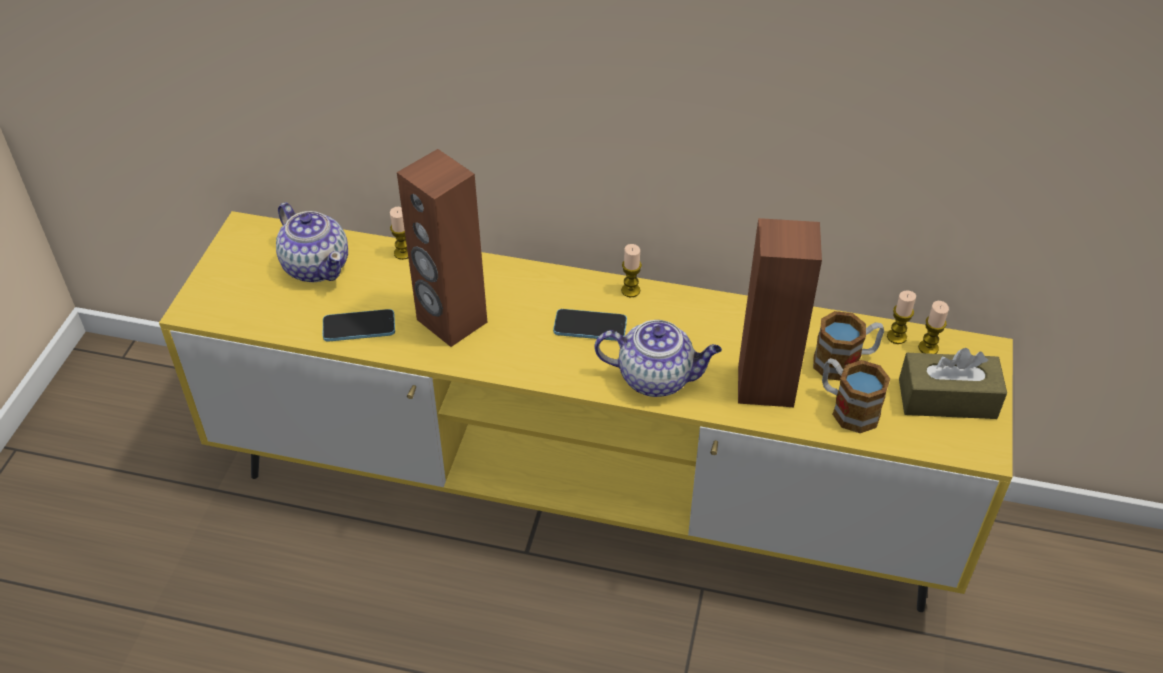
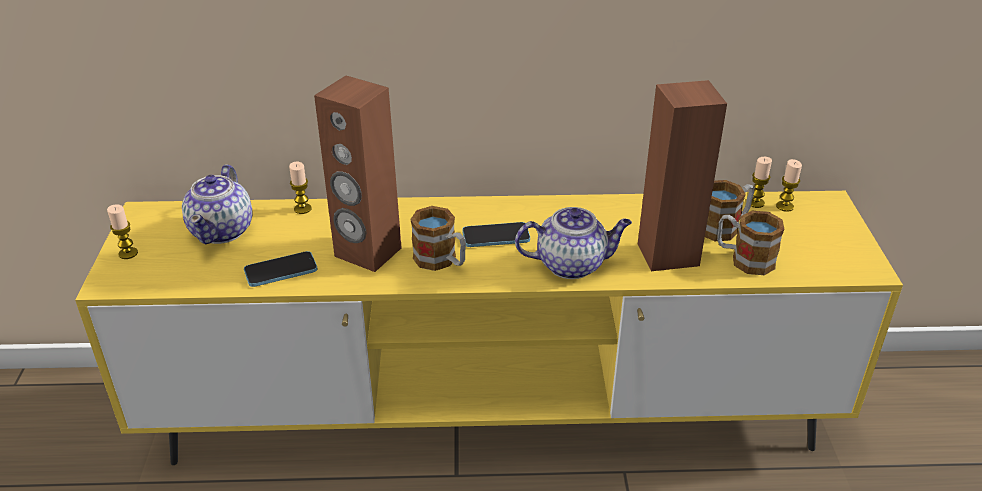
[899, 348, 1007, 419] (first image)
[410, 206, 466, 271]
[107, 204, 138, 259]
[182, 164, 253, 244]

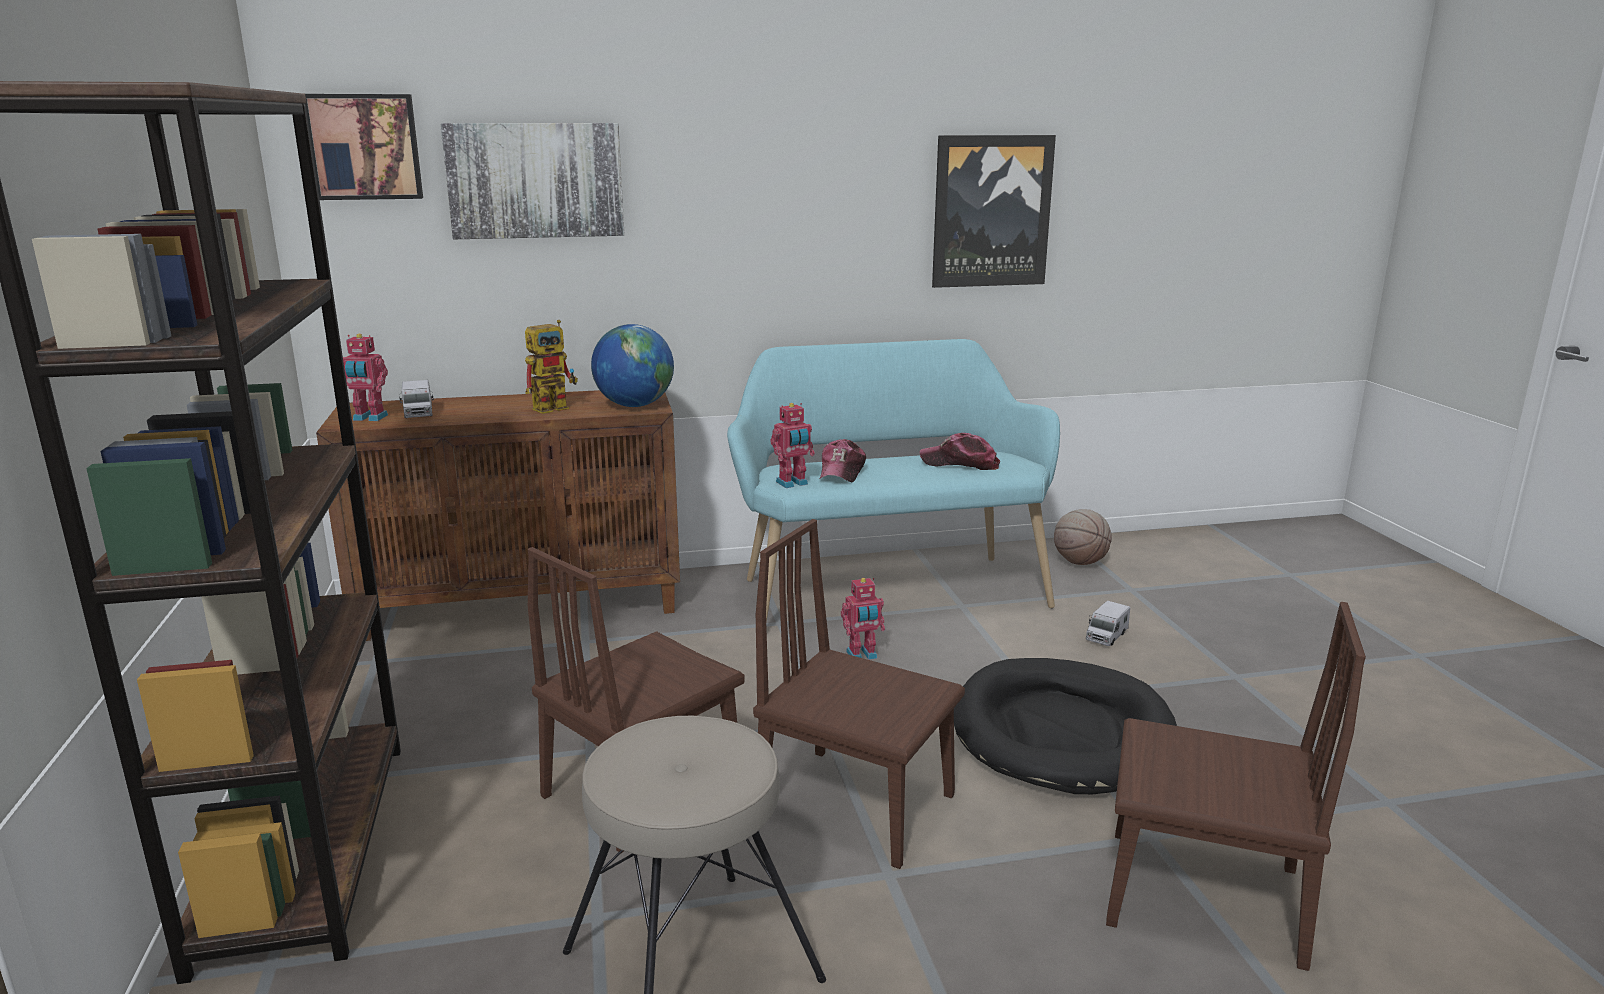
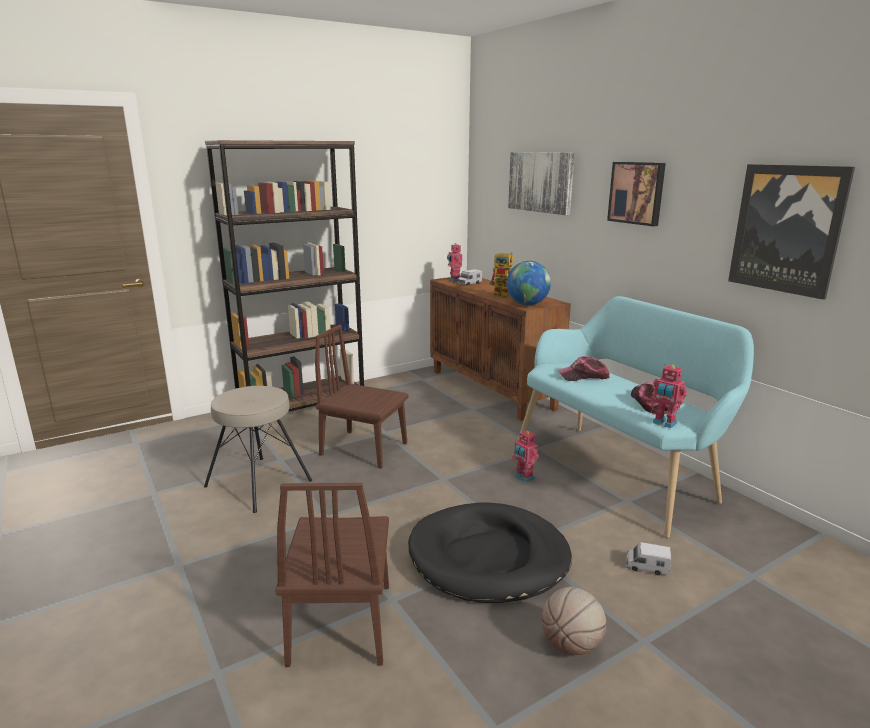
[753, 519, 965, 869] (first image)
[607, 162, 666, 226]
[650, 364, 687, 428]
[542, 587, 606, 655]

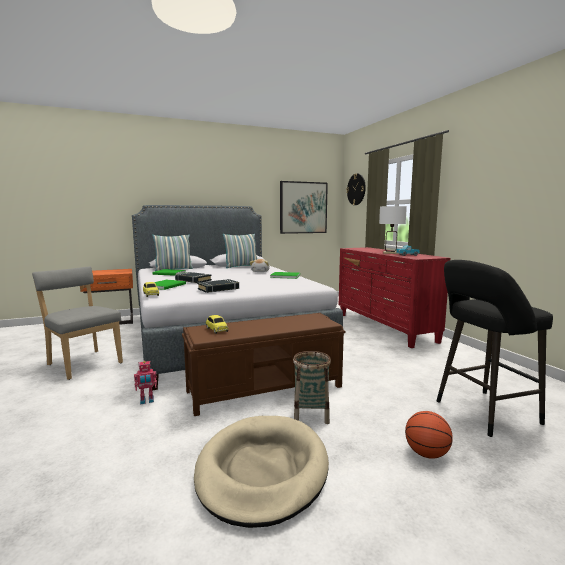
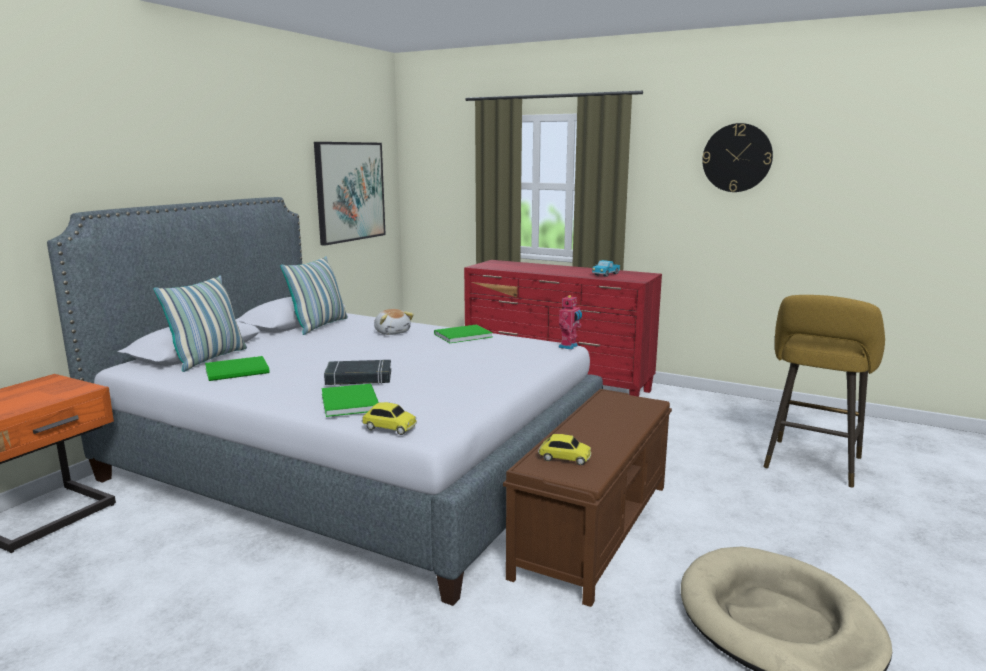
[32, 267, 123, 380] (first image)
[197, 279, 239, 293] (first image)
[293, 351, 331, 424] (first image)
[379, 206, 407, 254] (first image)
[405, 411, 453, 459] (first image)
[558, 295, 582, 350]
[702, 123, 773, 192]
[763, 295, 885, 487]

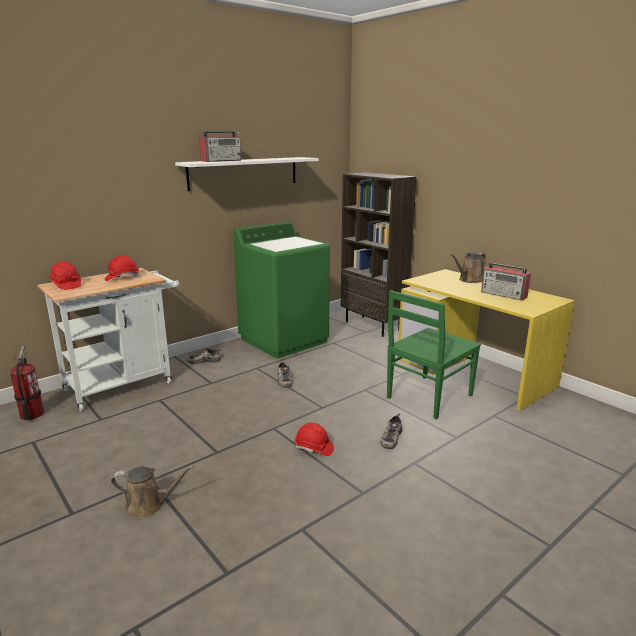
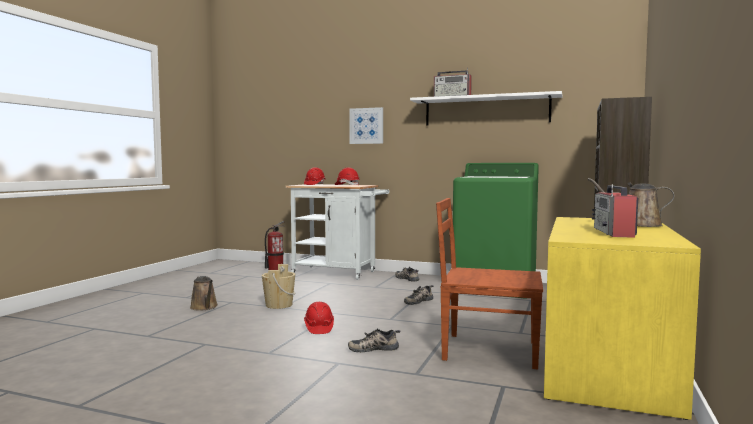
[262, 264, 295, 309]
[349, 107, 383, 144]
[436, 198, 543, 370]

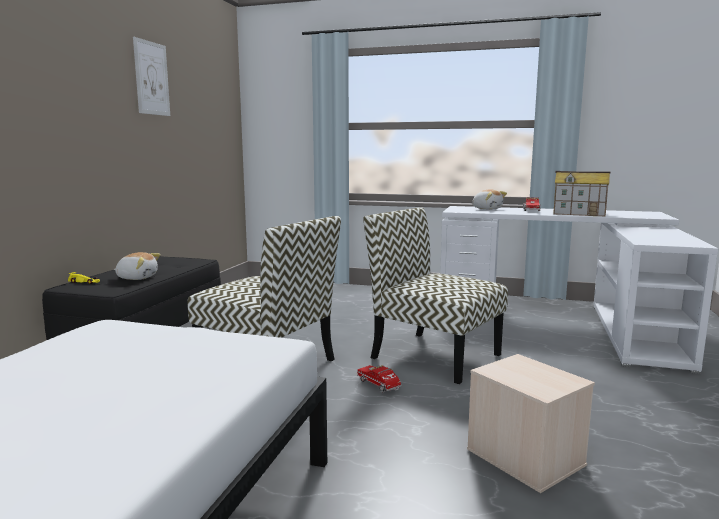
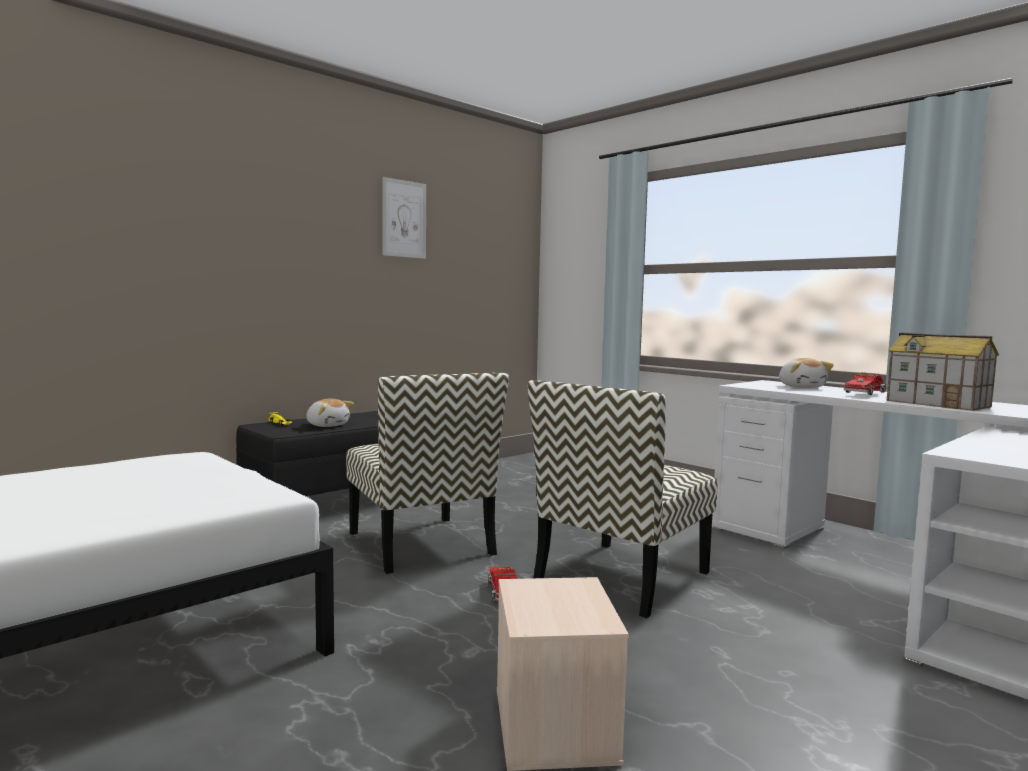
[527, 380, 717, 618]

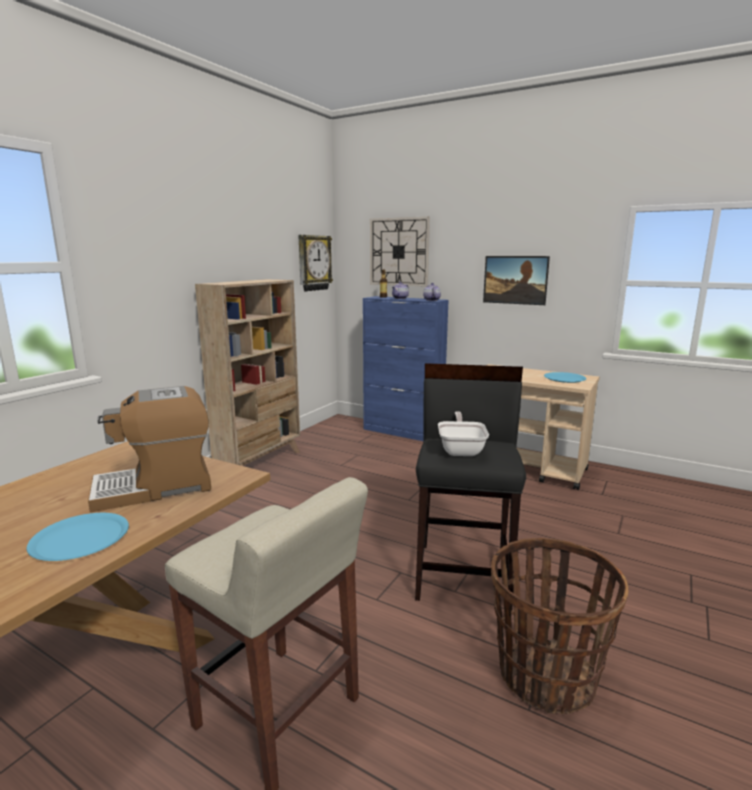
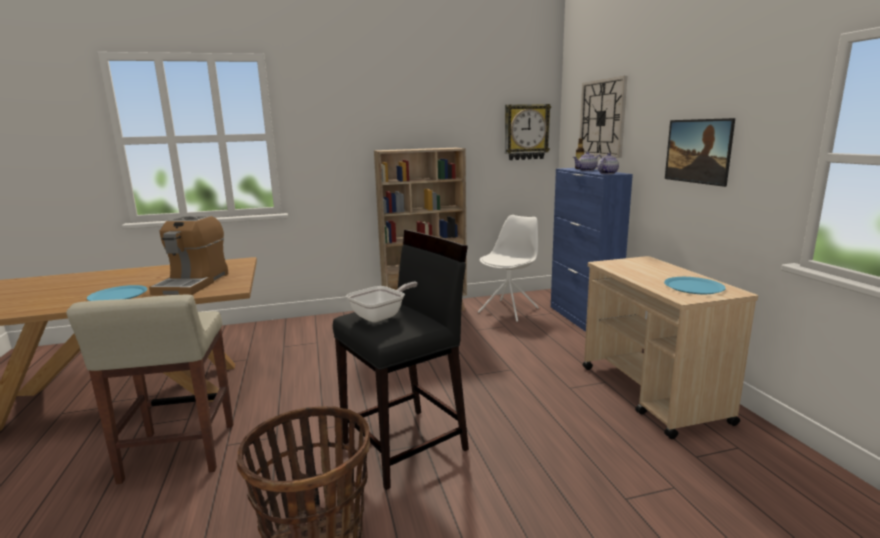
[478, 215, 539, 322]
[149, 216, 229, 295]

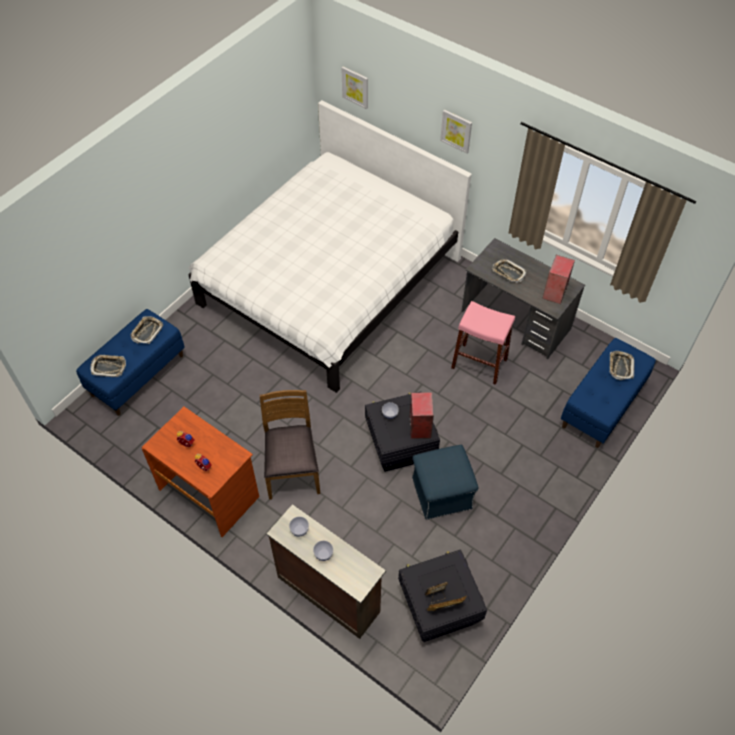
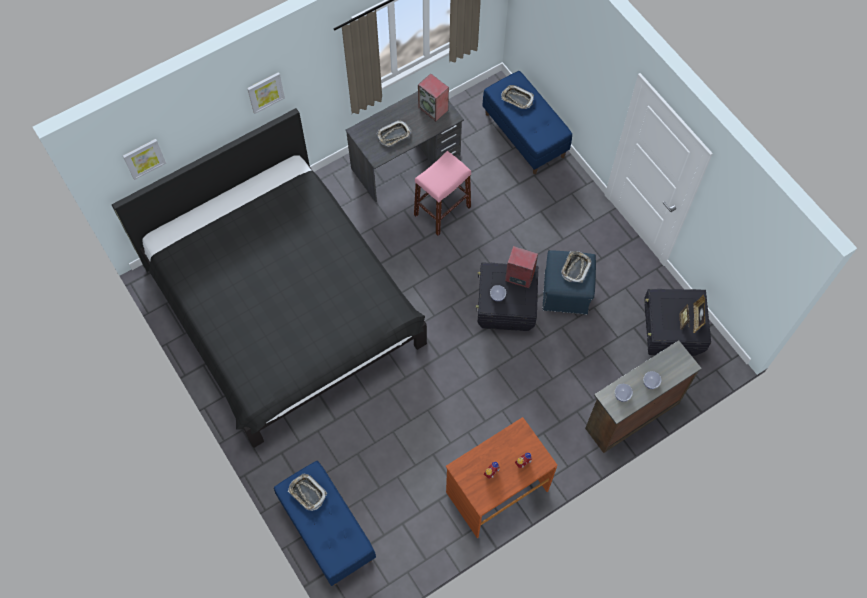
[260, 390, 320, 500] (first image)
[561, 251, 592, 283]
[112, 108, 427, 448]

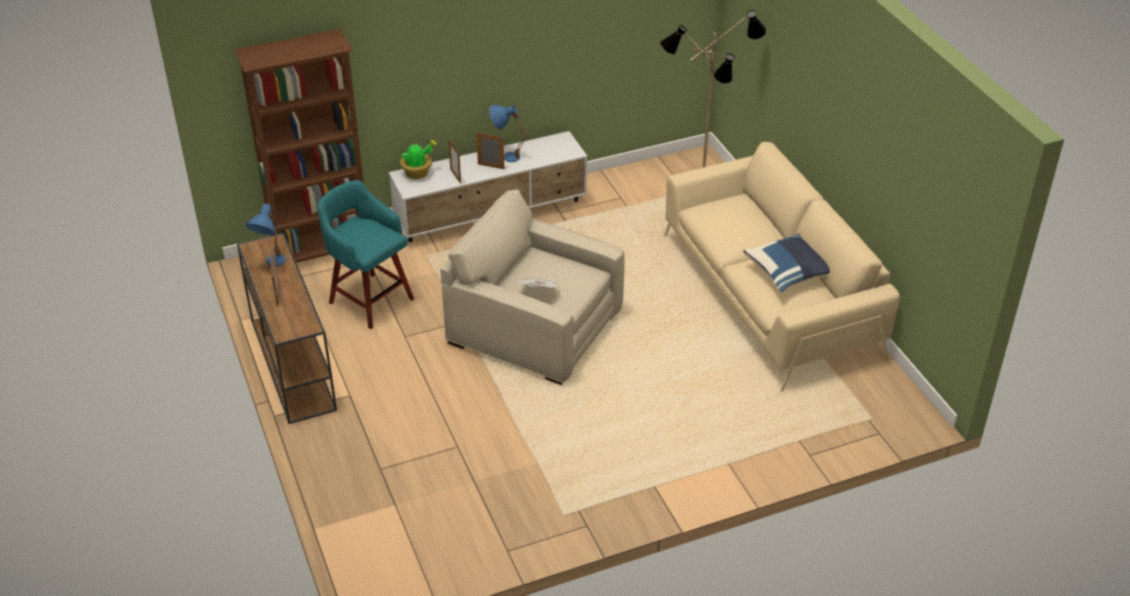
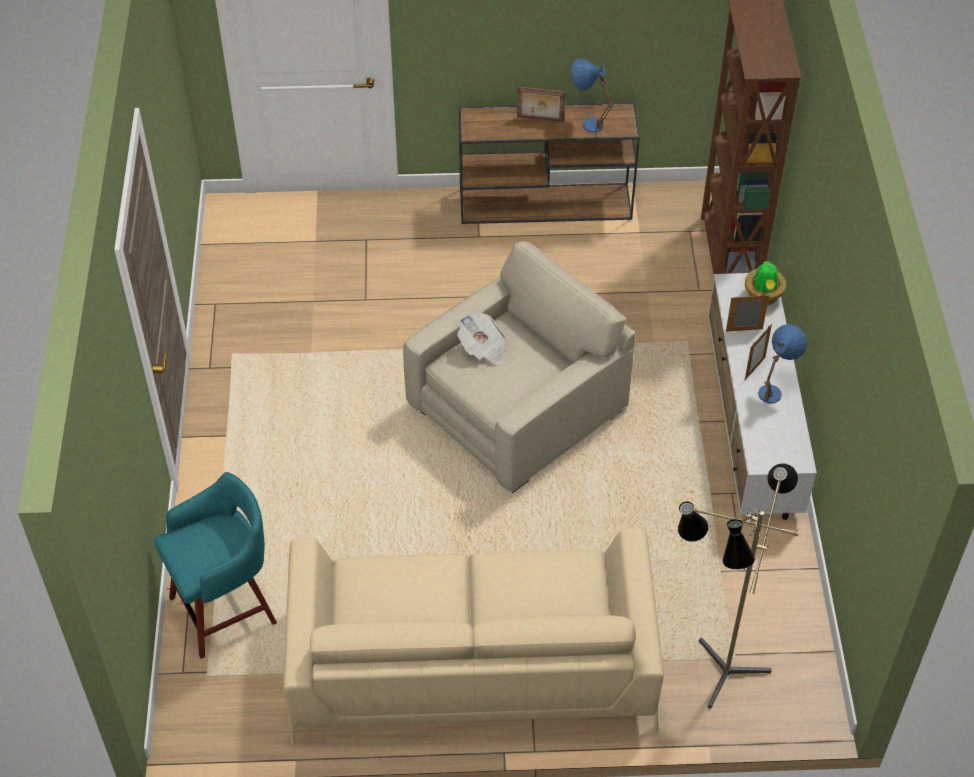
[743, 234, 830, 293] (first image)
[154, 472, 277, 659]

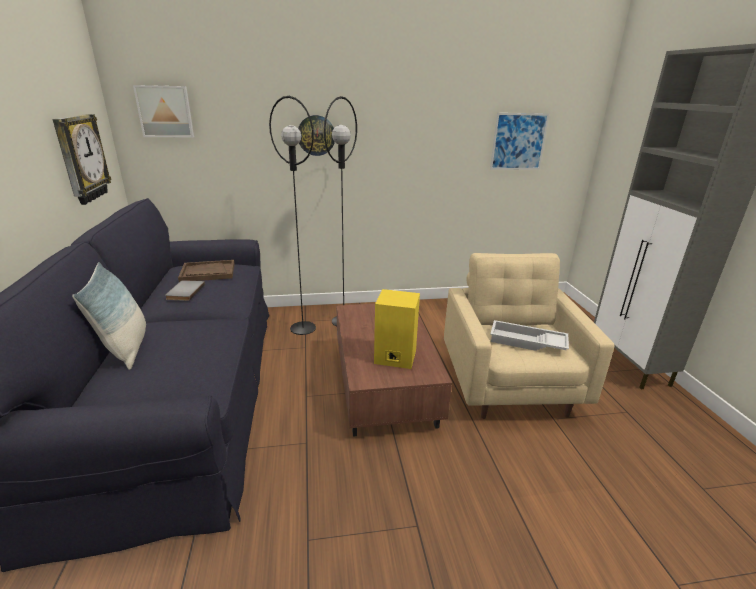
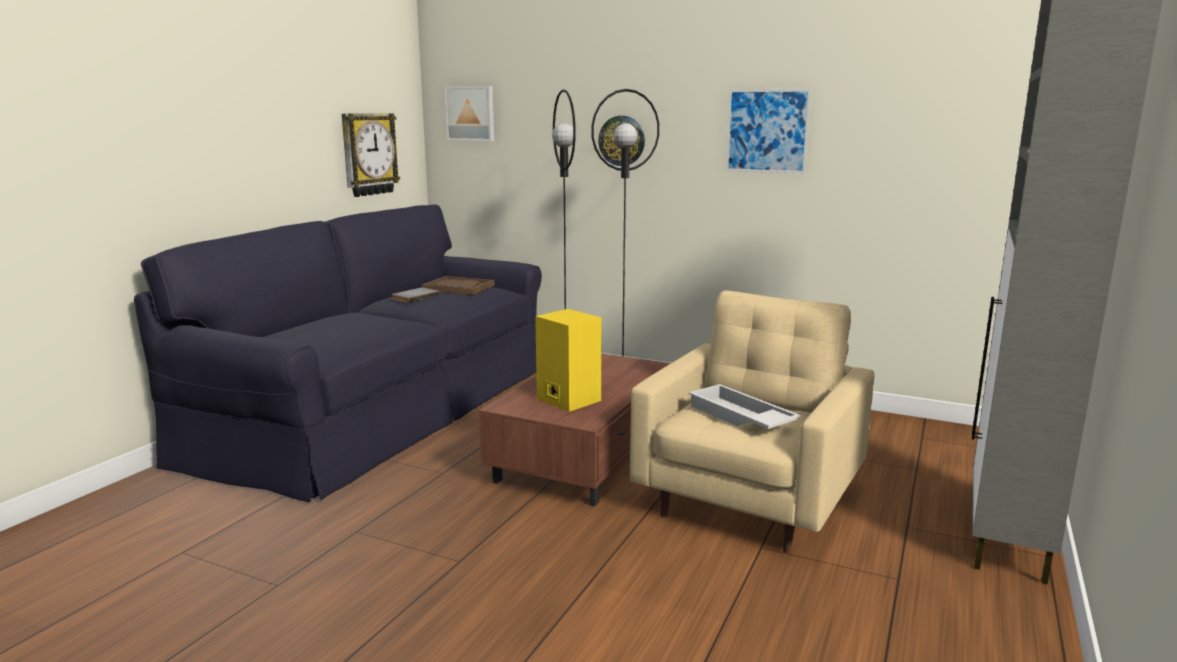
[72, 262, 146, 370] (first image)
[726, 88, 812, 174]

